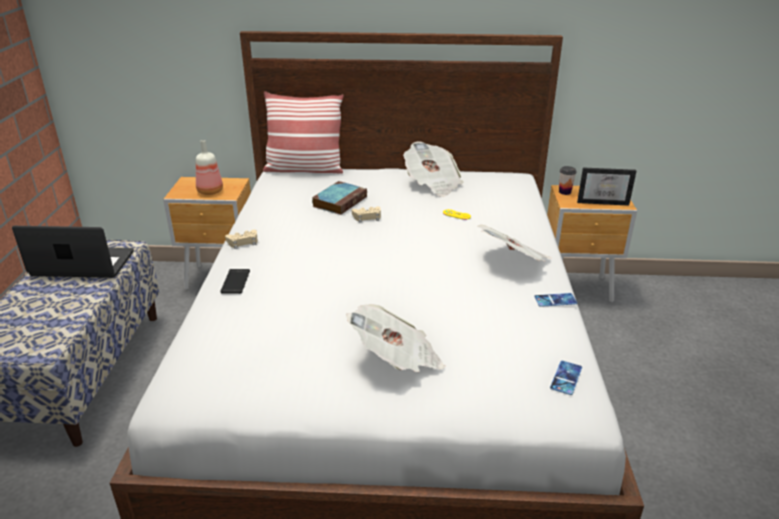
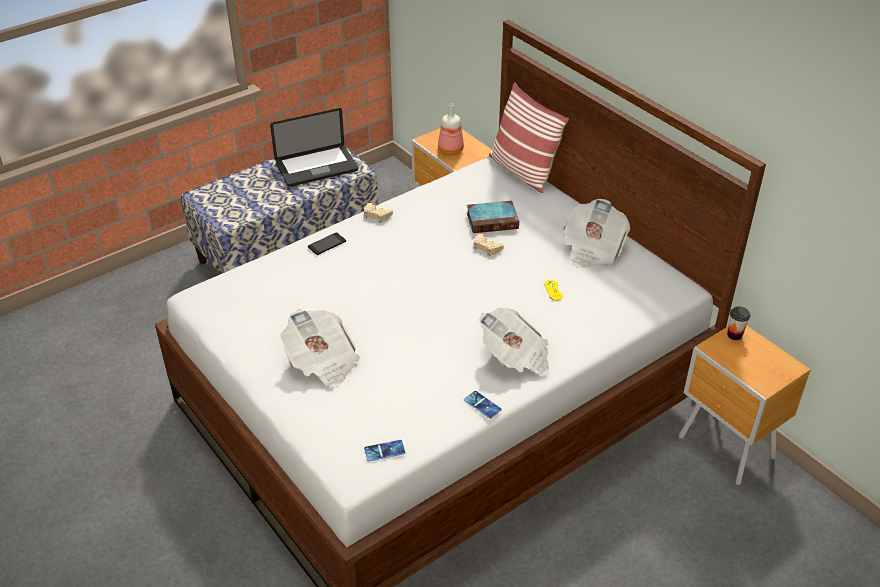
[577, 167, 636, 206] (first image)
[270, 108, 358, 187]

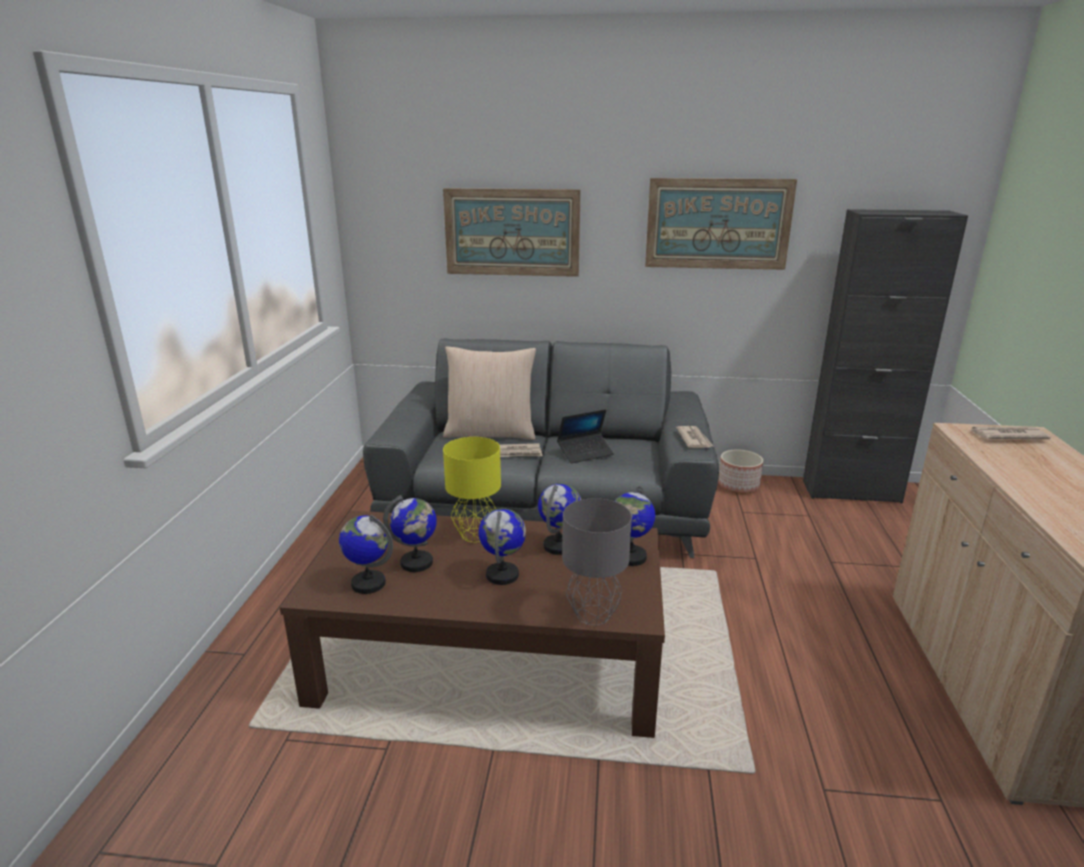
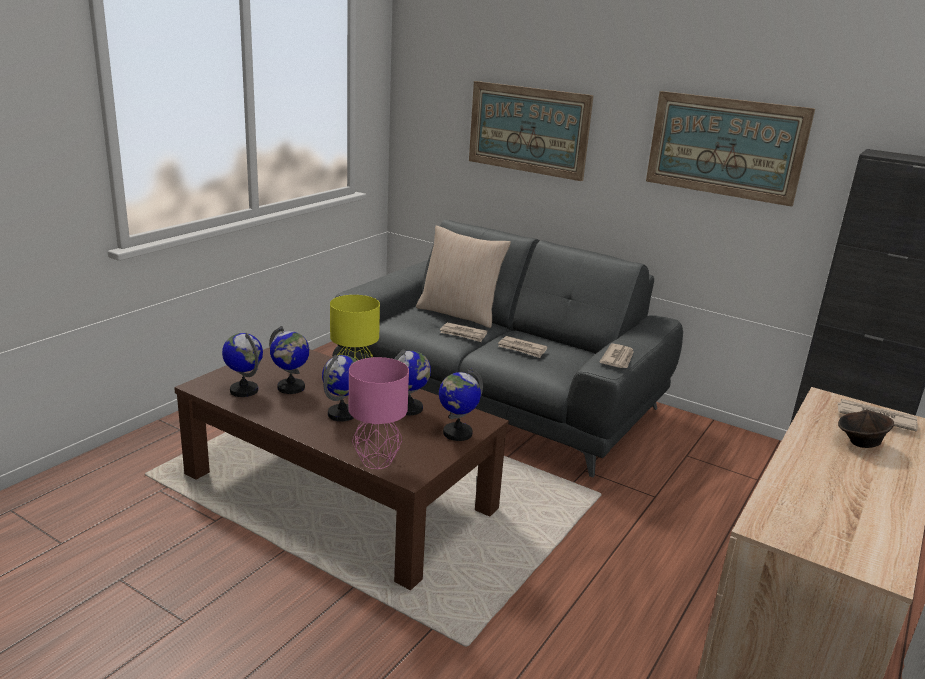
[718, 449, 763, 494] (first image)
[838, 410, 894, 448]
[498, 336, 547, 358]
[349, 357, 409, 469]

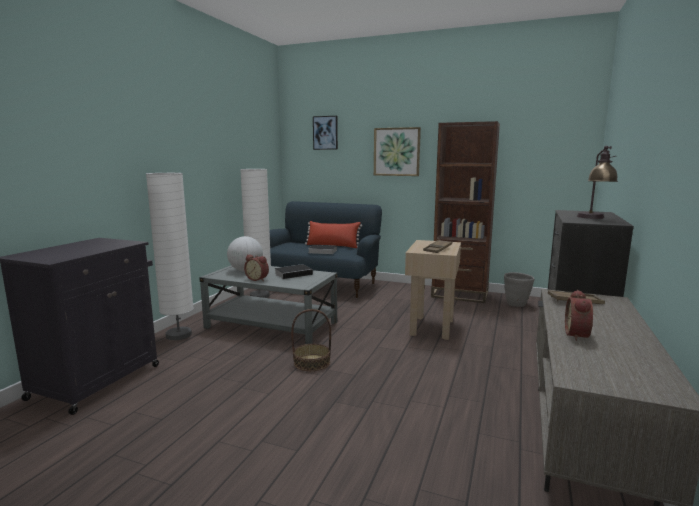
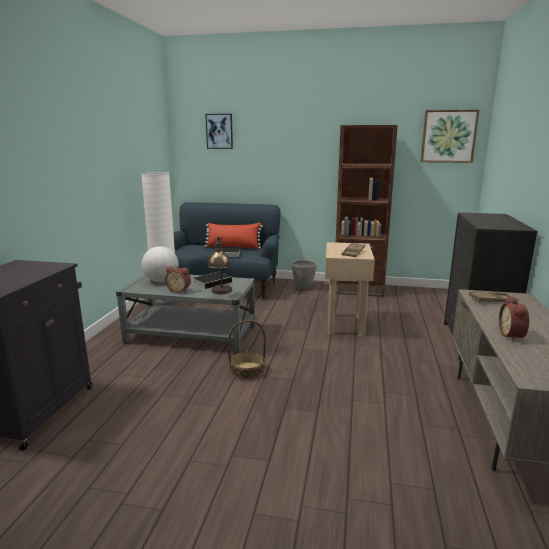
[146, 173, 193, 340] (first image)
[420, 110, 479, 163]
[292, 259, 317, 289]
[208, 237, 232, 294]

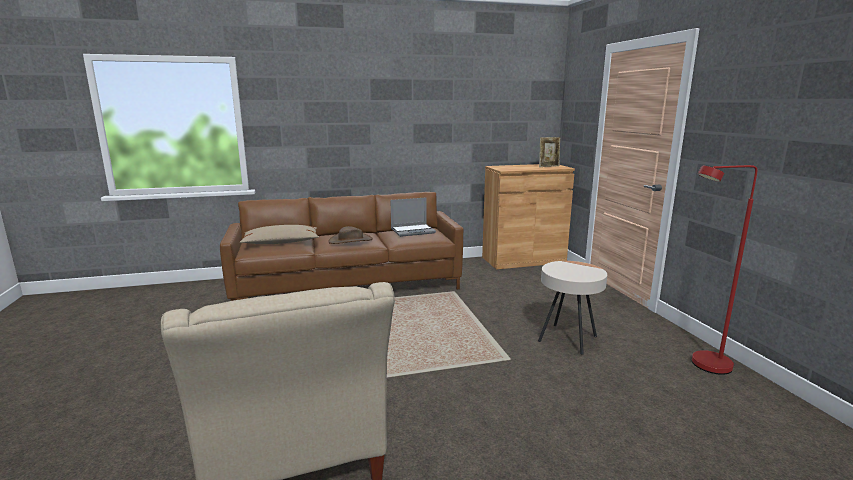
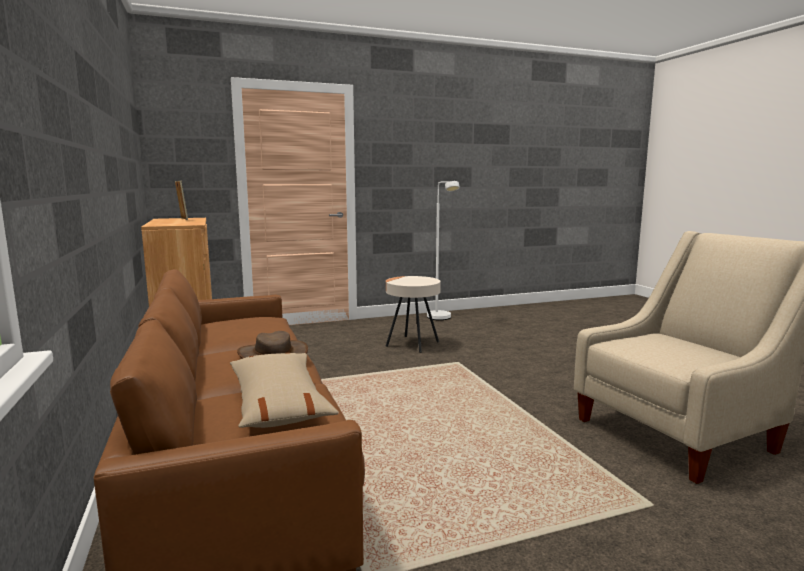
[391, 197, 436, 237] (first image)
[427, 181, 460, 320]

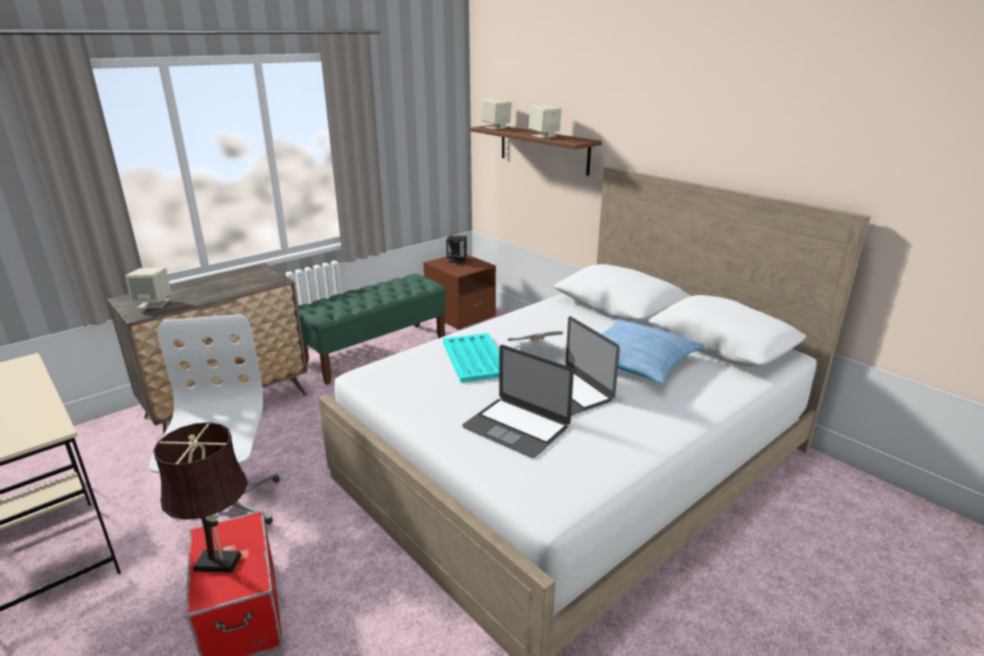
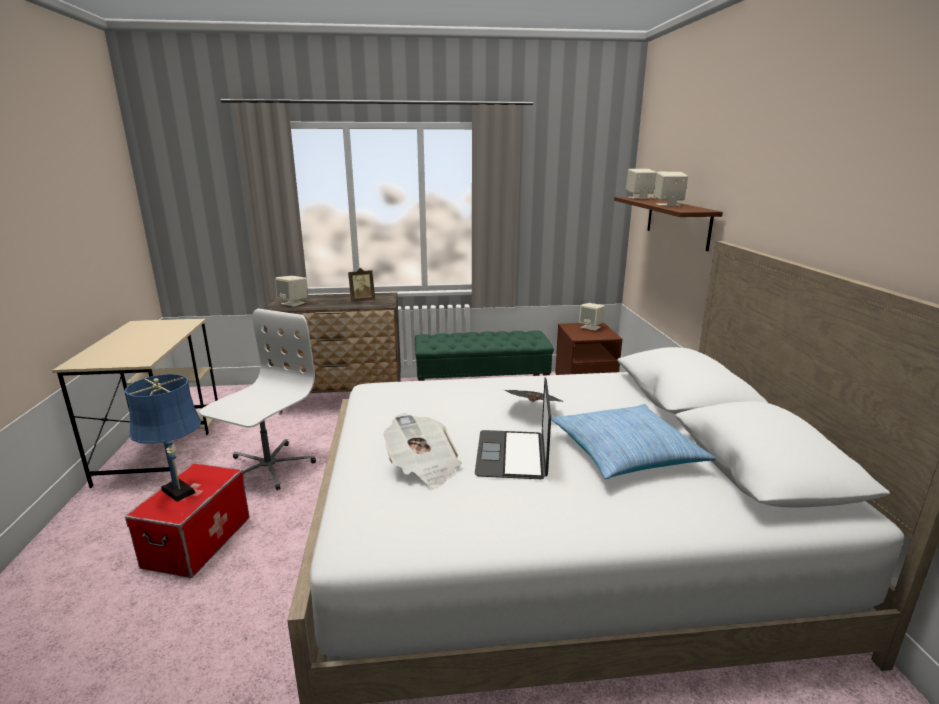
[443, 333, 499, 383] (first image)
[348, 268, 375, 302]
[383, 413, 462, 488]
[125, 374, 202, 502]
[579, 303, 605, 331]

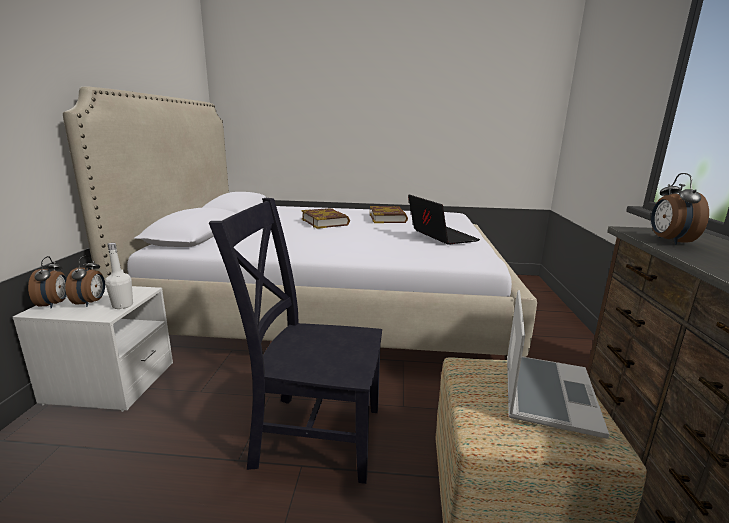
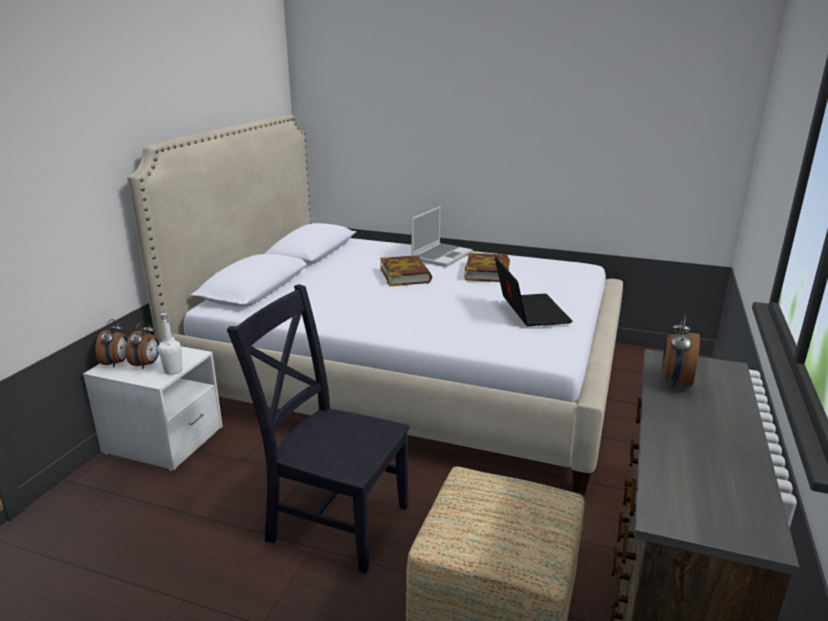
[412, 206, 473, 267]

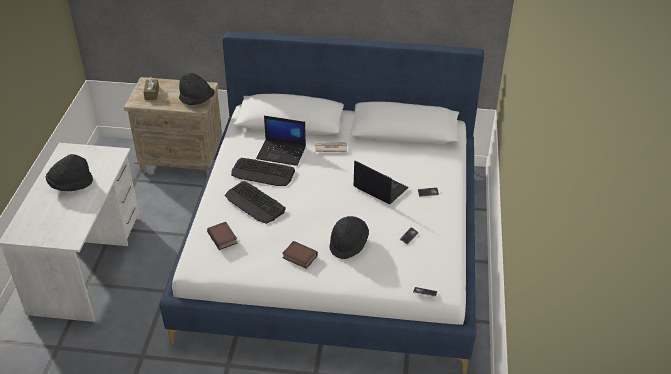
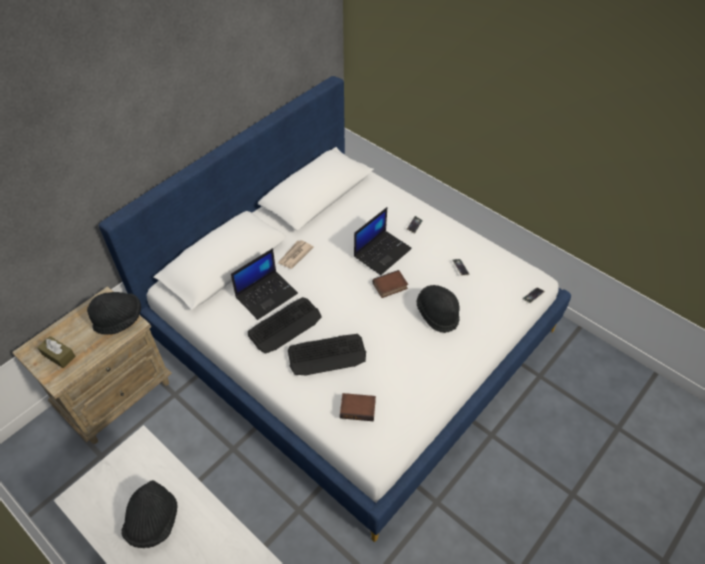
[373, 270, 408, 298]
[354, 207, 412, 275]

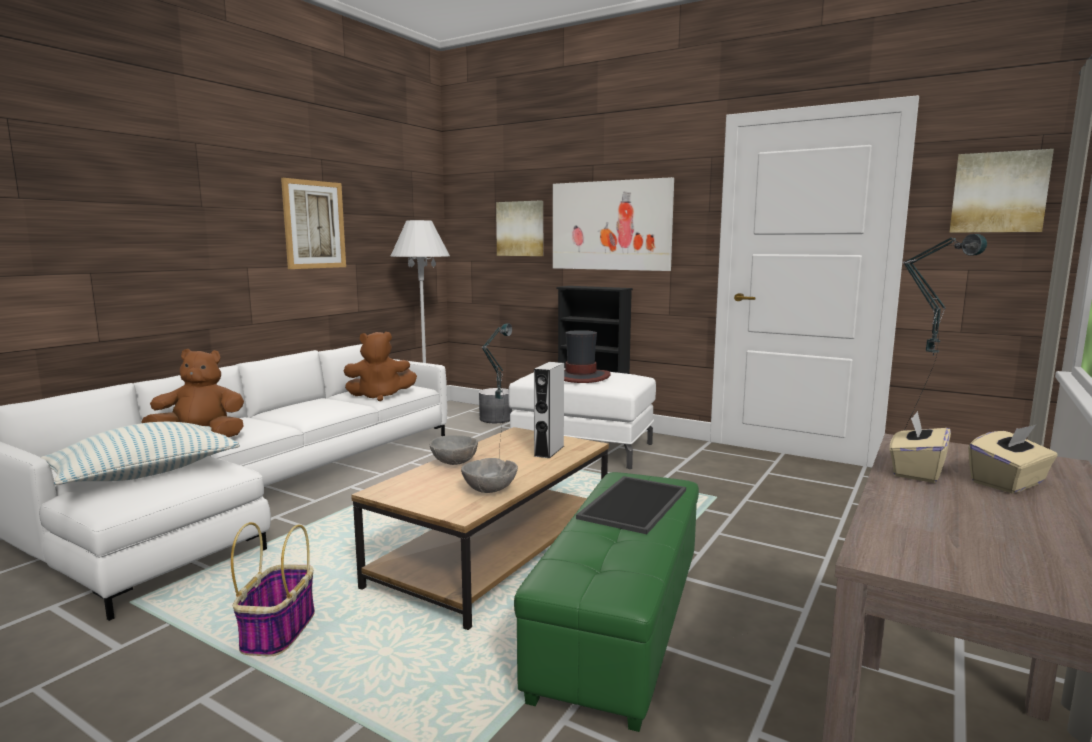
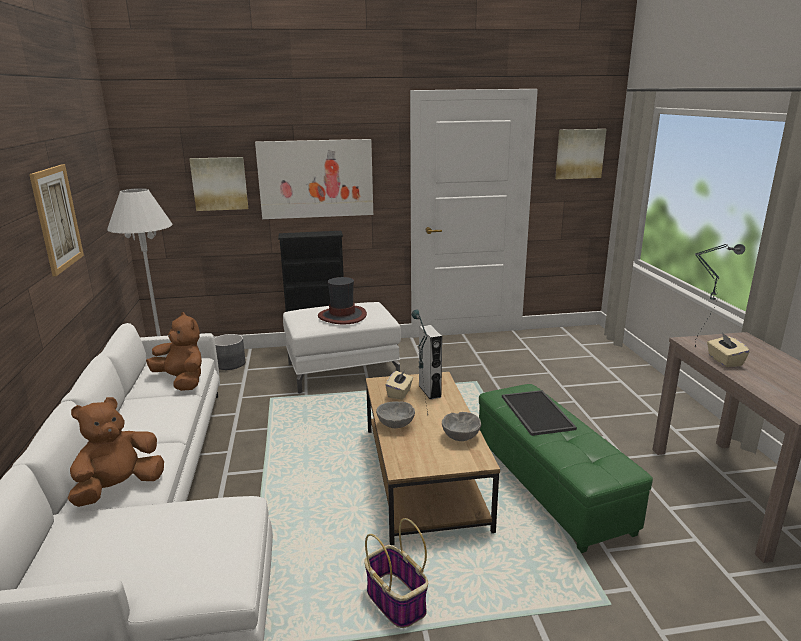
[41, 422, 240, 485] (first image)
[385, 370, 413, 400]
[146, 312, 202, 391]

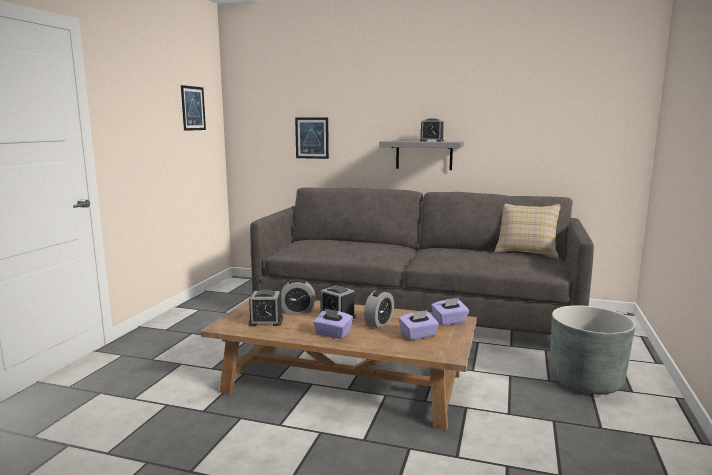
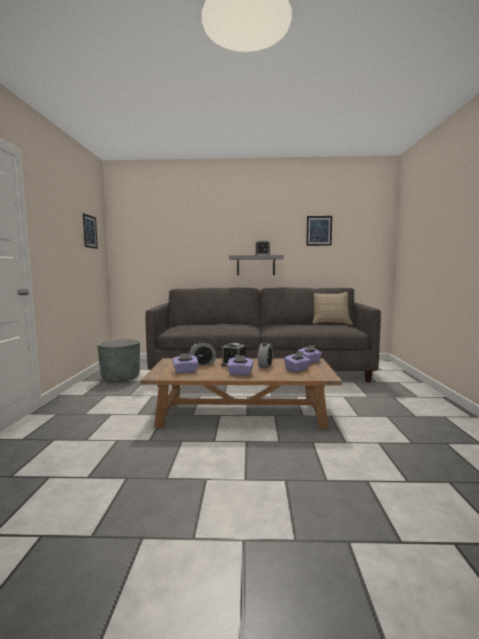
[306, 216, 332, 246]
[97, 339, 140, 382]
[172, 353, 198, 373]

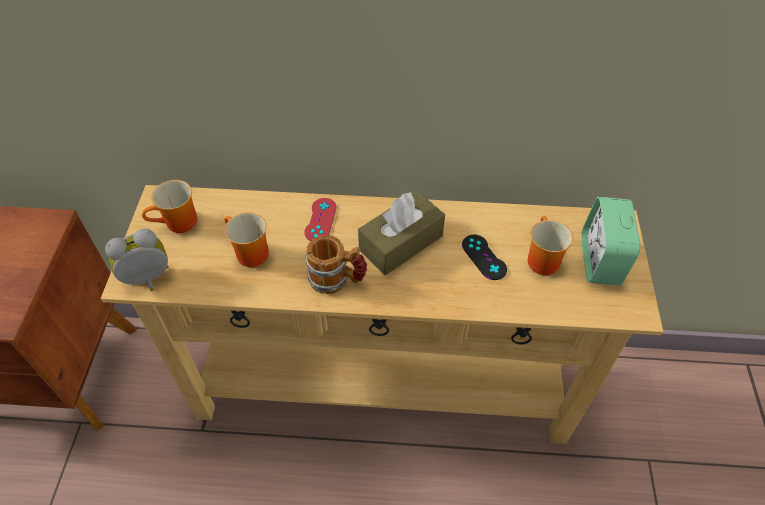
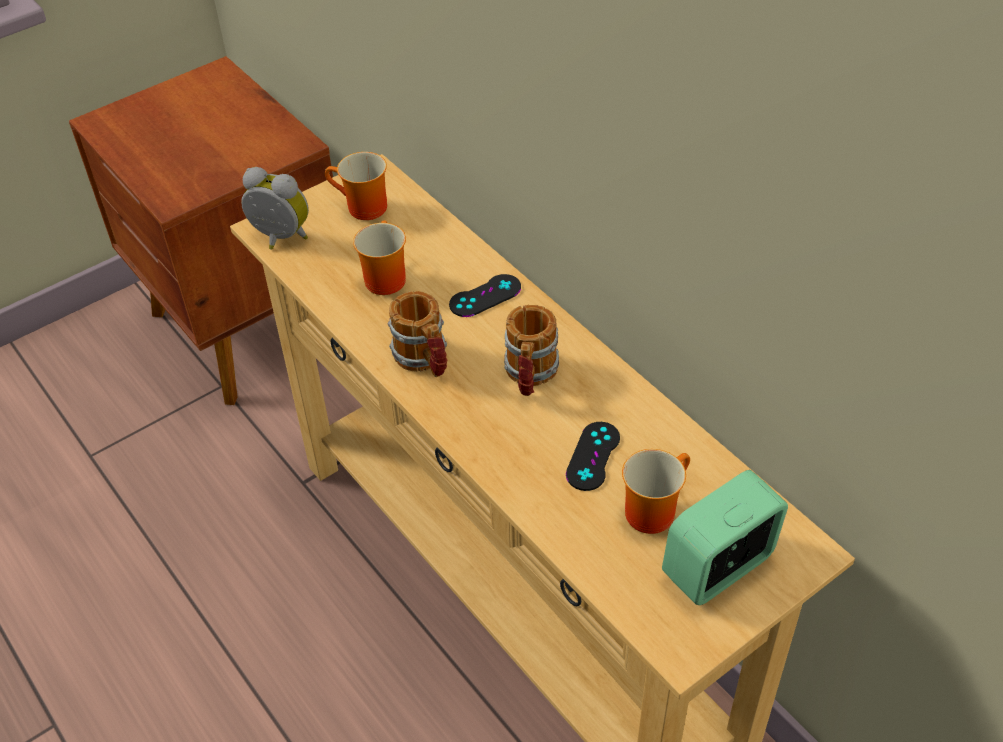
[504, 305, 559, 396]
[449, 274, 521, 317]

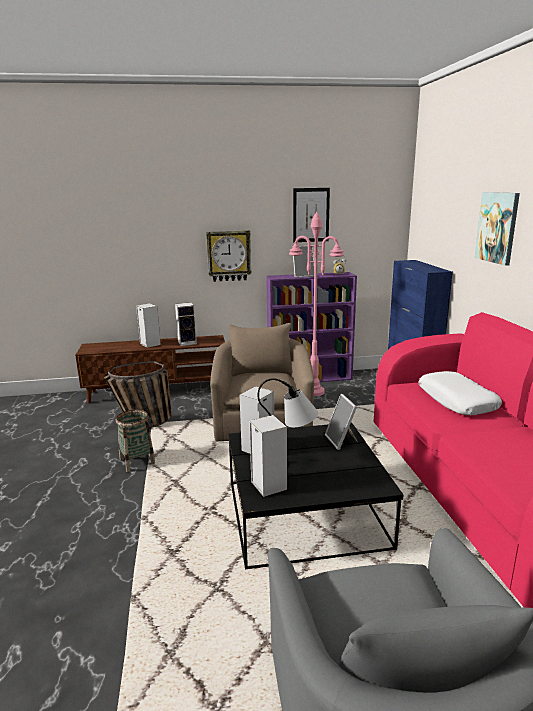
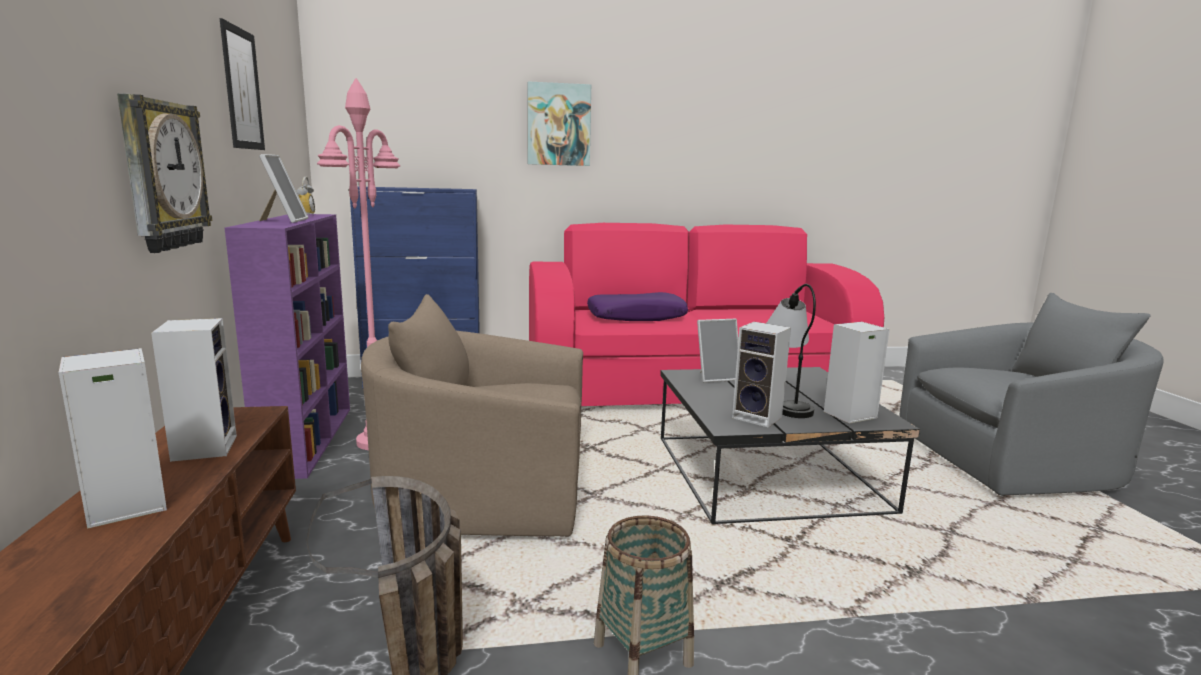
[587, 292, 688, 321]

